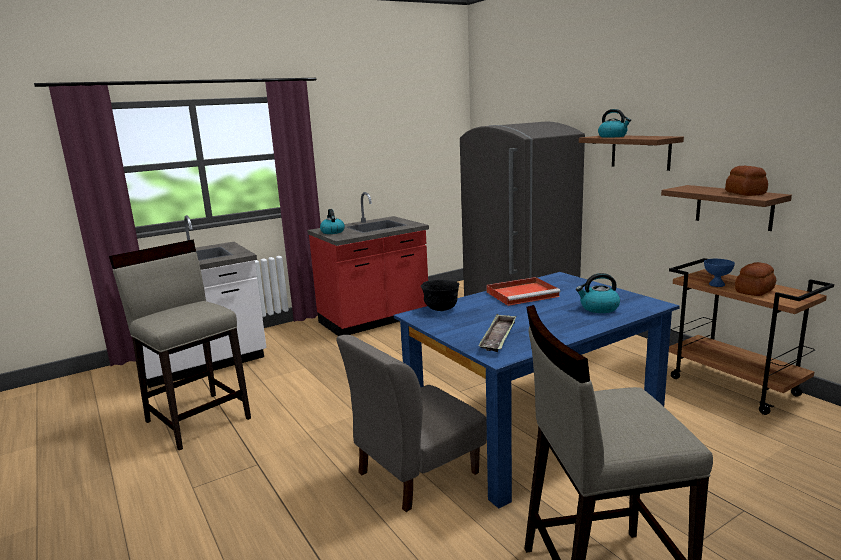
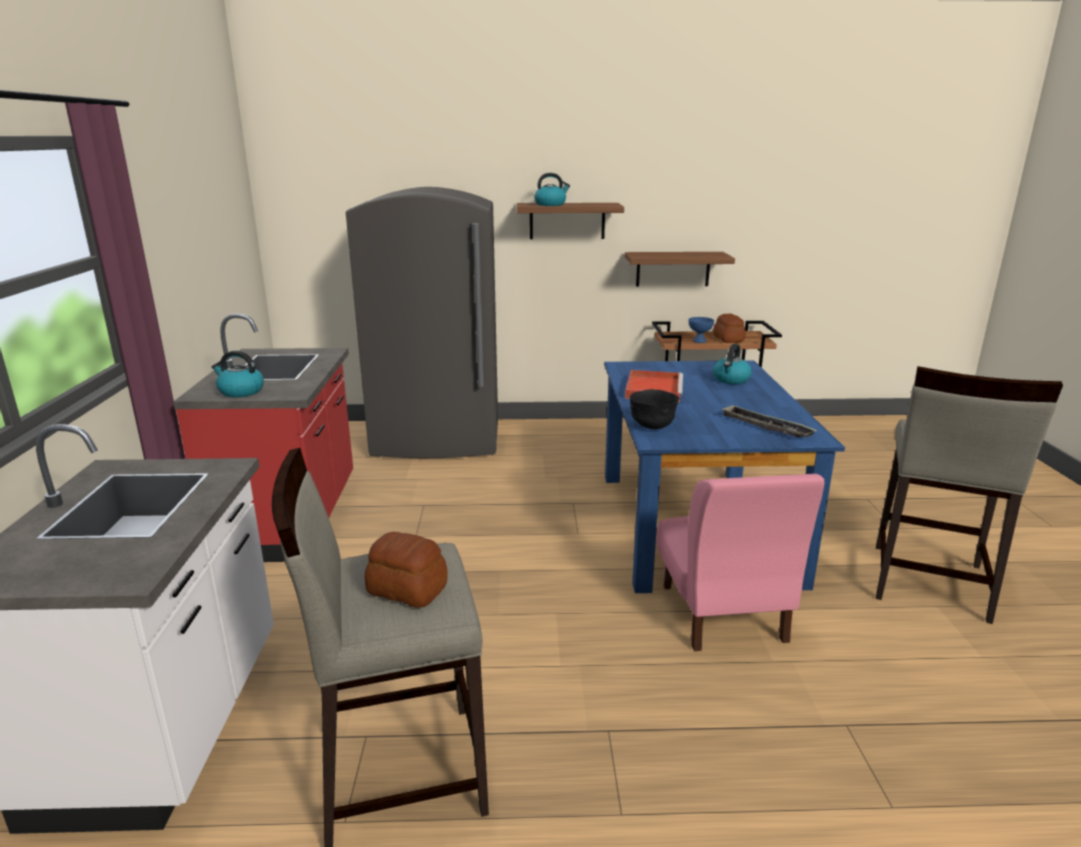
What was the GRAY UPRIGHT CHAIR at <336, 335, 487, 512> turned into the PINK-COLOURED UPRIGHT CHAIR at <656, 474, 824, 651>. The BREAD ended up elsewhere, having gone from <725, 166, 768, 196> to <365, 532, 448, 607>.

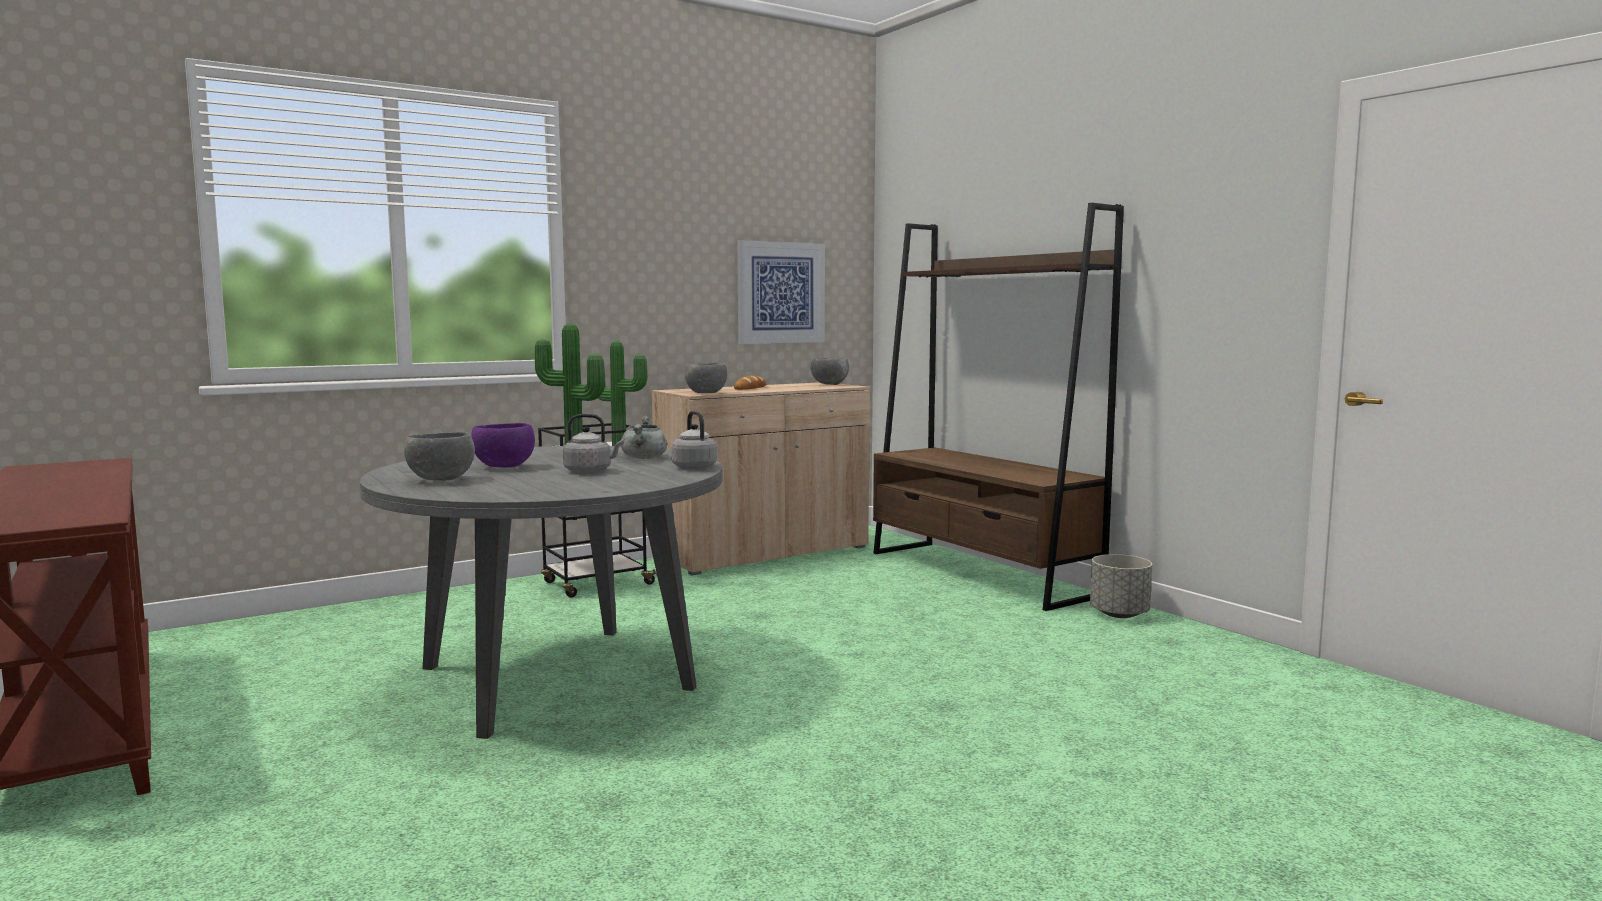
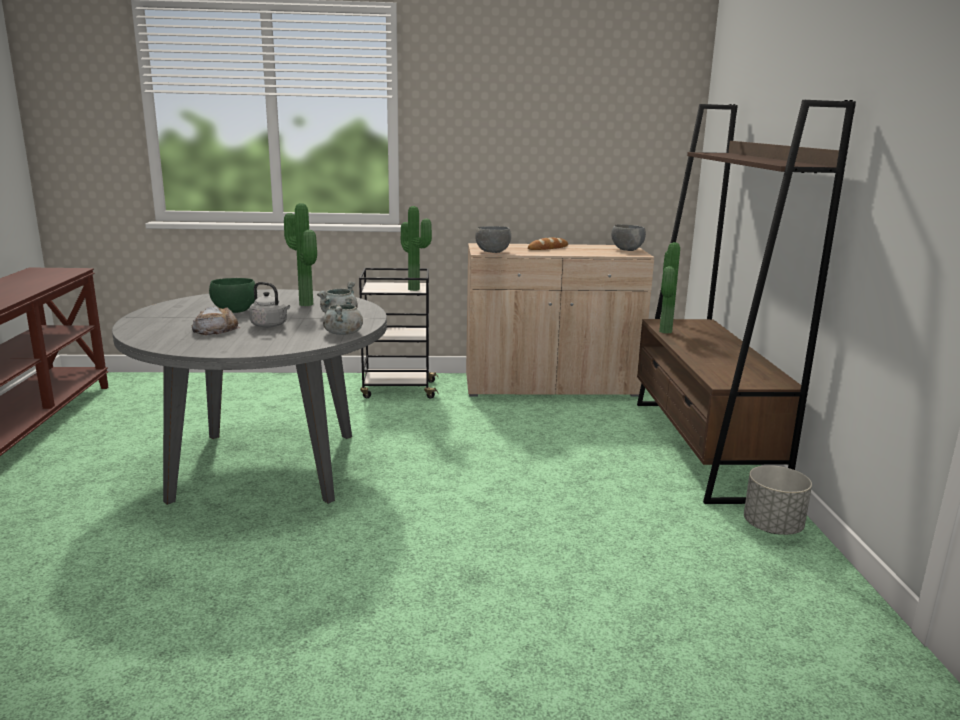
The second view lost the GRAY BOWL at <404, 432, 475, 480>. What was the PURPLISH BOWL at <471, 423, 535, 467> turned into the GREEN-COLOURED BOWL at <209, 278, 255, 313>. Where the GRAY KETTLE stood at <671, 411, 717, 469>, the GRAY SAUCEPOT came to stand at <323, 296, 363, 335>. The second view lost the WALL PICTURE at <737, 240, 825, 344>. The second view gained the BREAD at <191, 306, 240, 335>. The second view gained the PLANT IN A POT at <659, 242, 680, 334>.

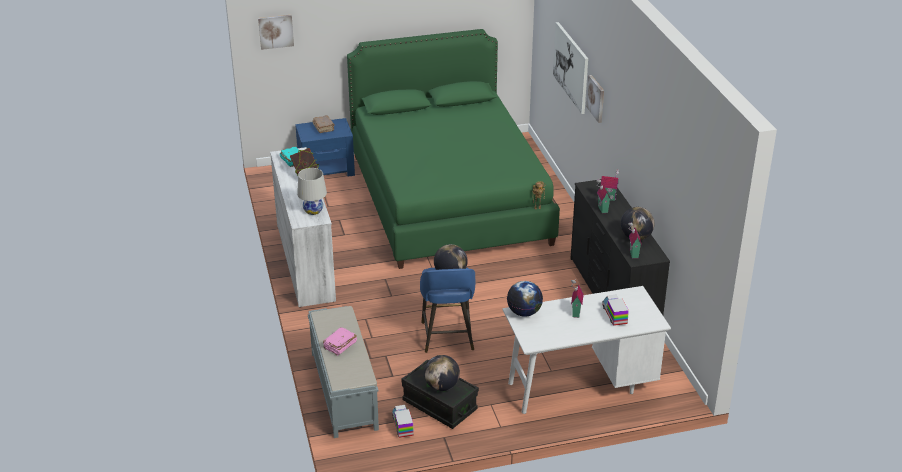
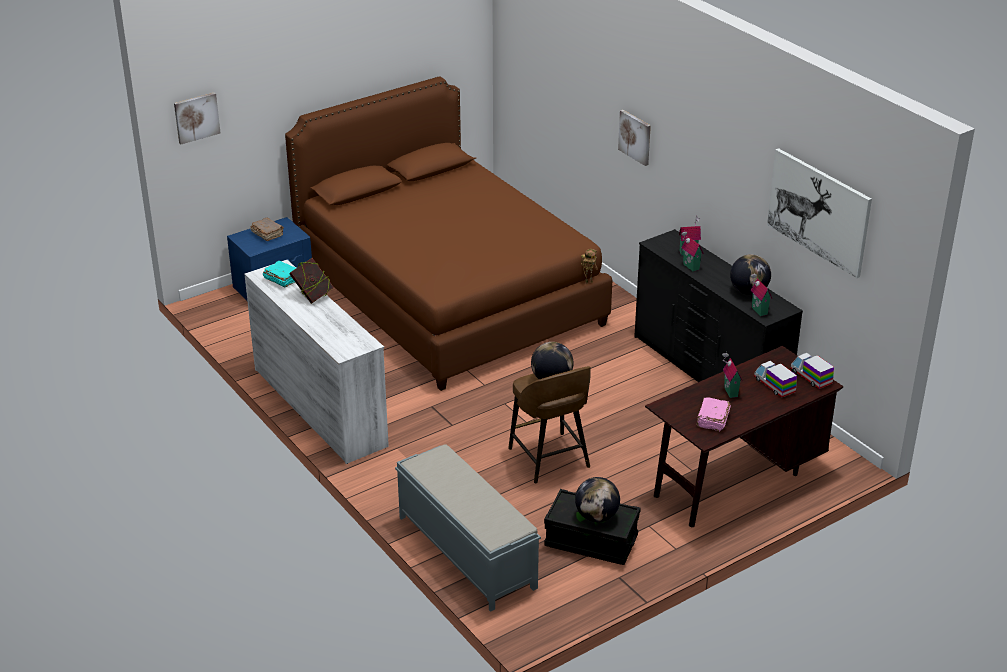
The second view lost the WHITISH LAMP FOR A TABLE at <297, 168, 327, 215>. The PINK-COLOURED BOUND BOOK ended up elsewhere, having gone from <323, 327, 357, 356> to <696, 398, 731, 431>. What was the GREEN-COLOURED SLEEPING BED at <347, 29, 560, 269> turned into the BROWN-COLOURED SLEEPING BED at <285, 77, 612, 391>. The TOY LORRY ended up elsewhere, having gone from <392, 405, 414, 438> to <790, 353, 834, 389>. What was the BLUISH SITTING STOOL at <420, 267, 476, 353> turned into the BROWN-COLOURED SITTING STOOL at <508, 366, 591, 484>. What was the WHITISH DESK UNIT at <502, 286, 671, 414> turned into the BROWN-COLOURED DESK UNIT at <645, 346, 843, 527>. The second view lost the DESK GLOBE at <507, 281, 543, 317>. The WALL PICTURE ended up elsewhere, having gone from <553, 22, 588, 114> to <767, 148, 872, 278>.

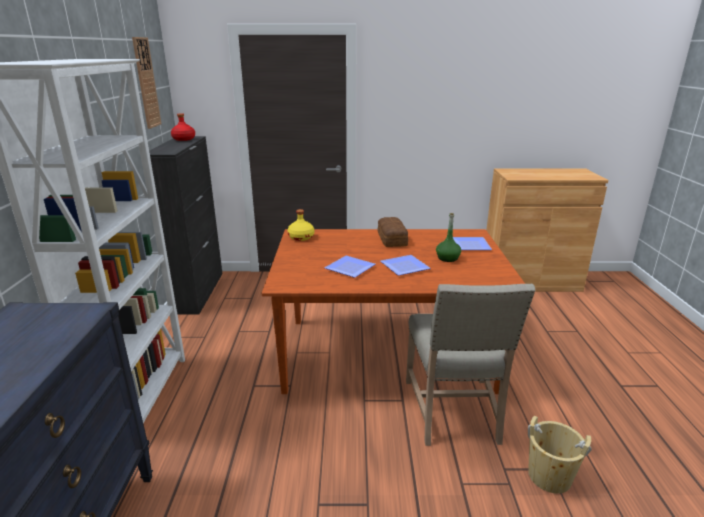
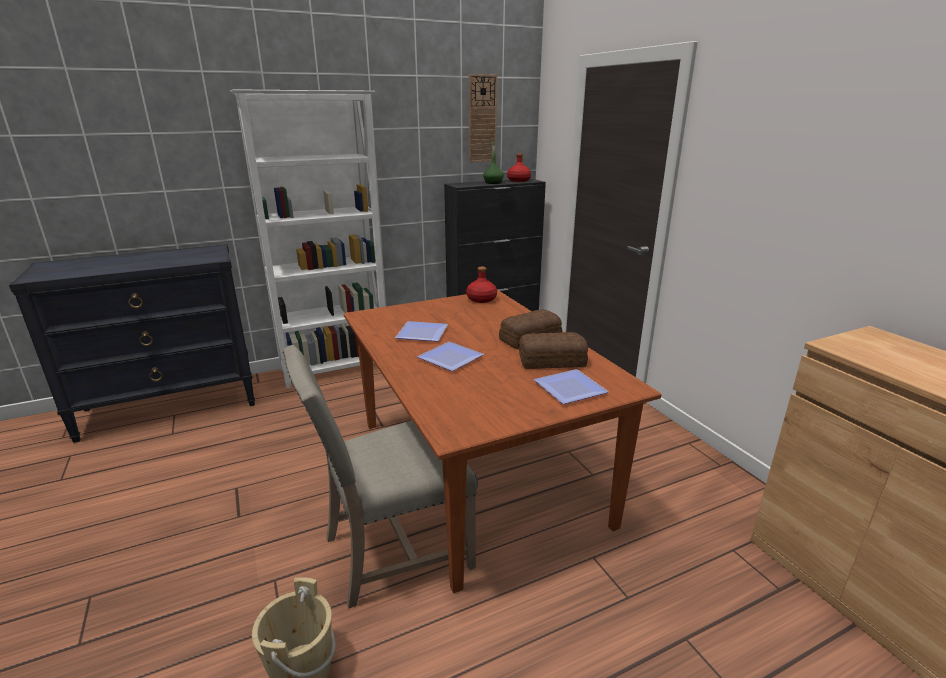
What was the YELLOW-COLOURED DRINK BOTTLE at <288, 209, 314, 241> turned into the RED-COLOURED DRINK BOTTLE at <466, 267, 497, 303>. The GREEN-COLOURED DRINK BOTTLE ended up elsewhere, having gone from <436, 213, 461, 262> to <483, 141, 504, 184>. The second view gained the BREAD at <519, 332, 588, 369>.

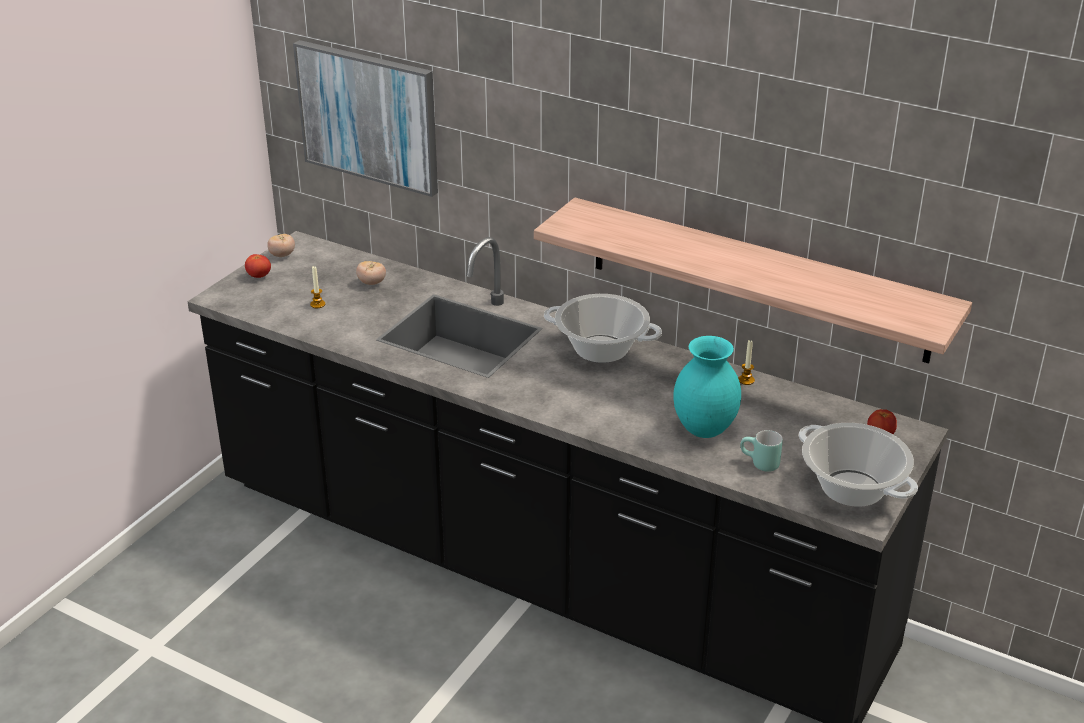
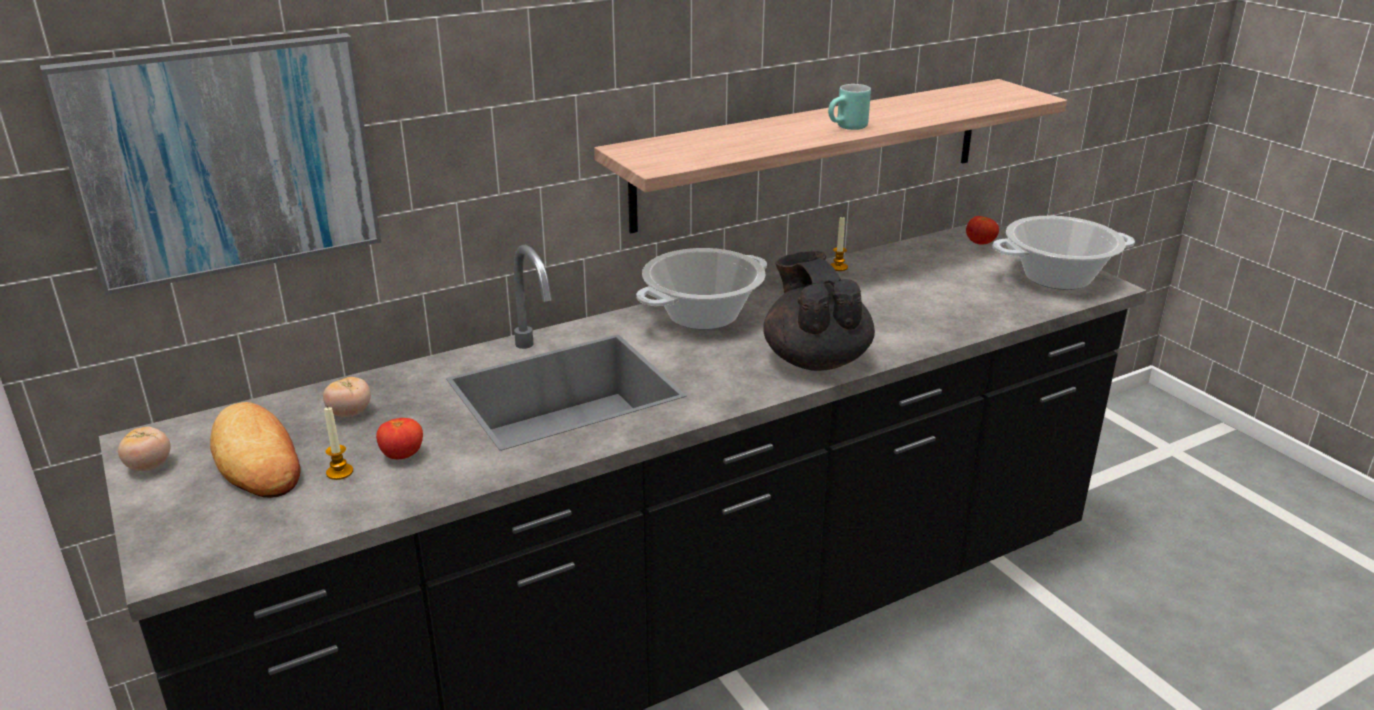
The WHOLE TOMATO ended up elsewhere, having gone from <245, 254, 271, 278> to <376, 418, 423, 459>. The second view lost the BLUE-GREEN FLOWER VASE at <673, 336, 741, 438>. The BLUE-GREEN TEA MUG ended up elsewhere, having gone from <740, 430, 783, 472> to <828, 84, 871, 130>. The second view gained the BREAD at <210, 402, 301, 498>. The second view gained the BLACK-COLOURED TEA POT at <763, 251, 875, 371>.

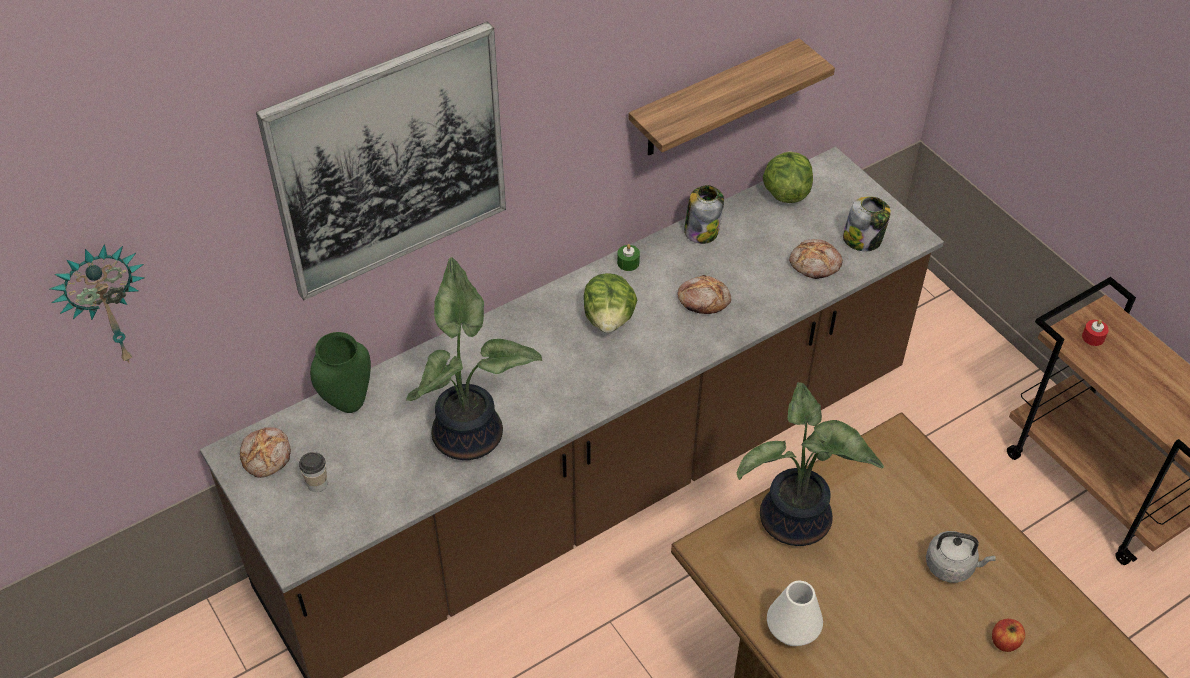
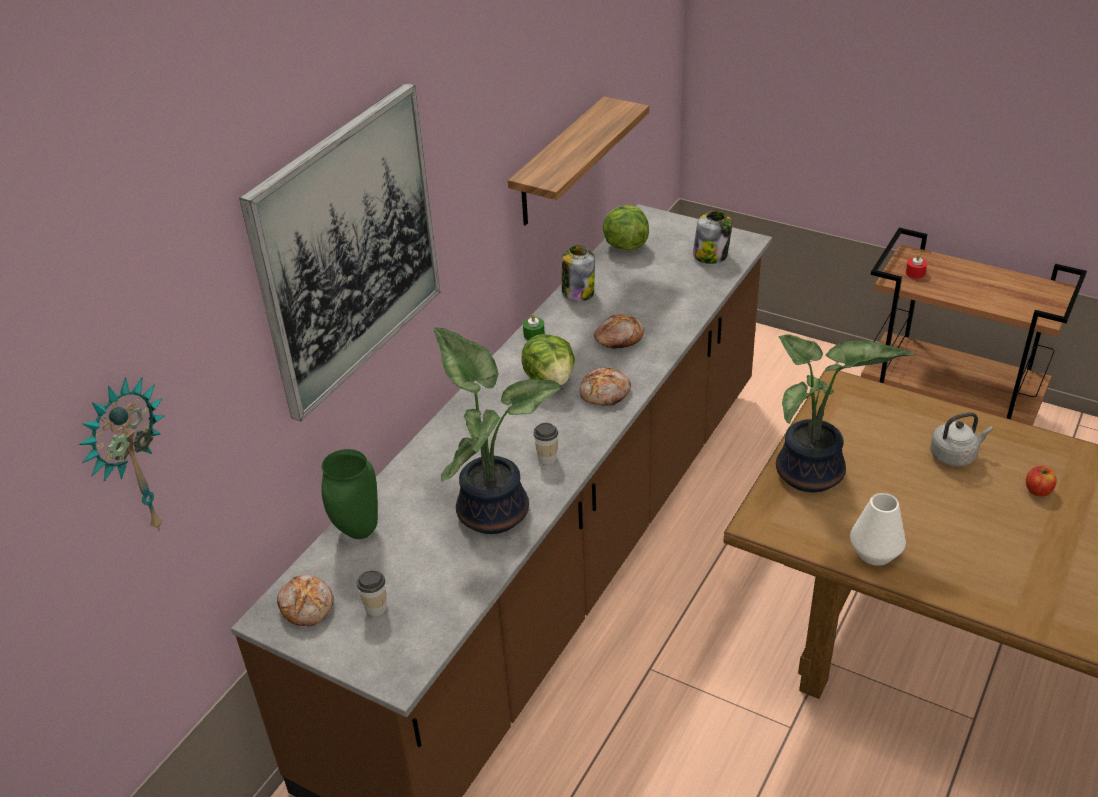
The BREAD ended up elsewhere, having gone from <789, 239, 843, 279> to <580, 368, 631, 406>. The second view gained the DRINKING CUP at <533, 423, 558, 465>.

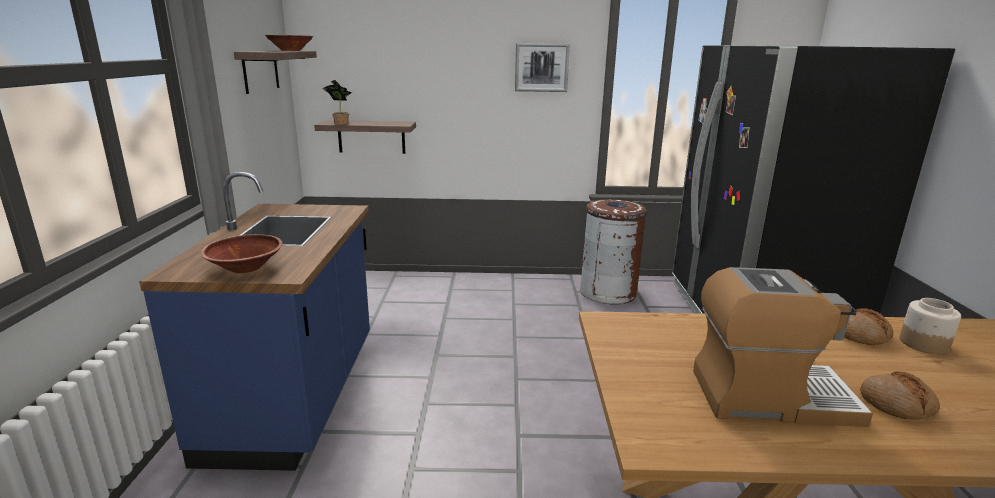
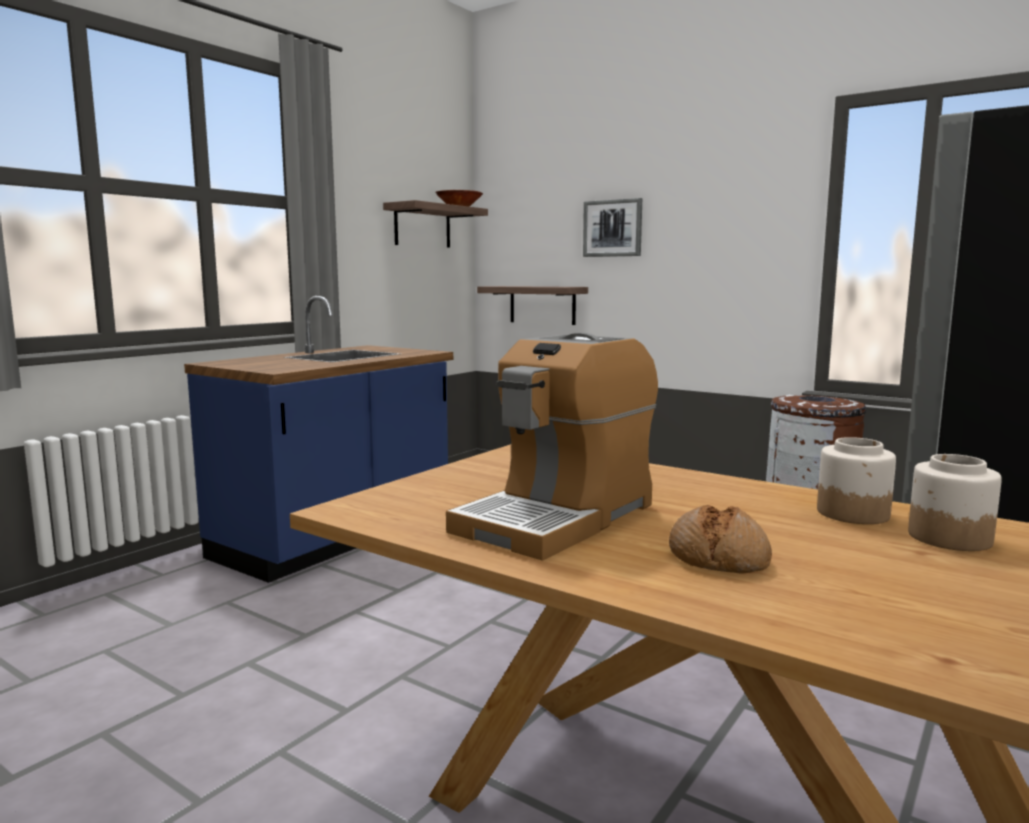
The second view lost the BROWN-COLOURED BOWL at <201, 234, 282, 273>. The second view lost the PLANT IN A POT at <322, 80, 352, 125>. The WALL PICTURE ended up elsewhere, having gone from <515, 43, 570, 92> to <583, 198, 642, 257>. The COFFEE MAKER at <693, 267, 873, 427> ended up facing another way, 90 degrees clockwise from before. Where the BREAD stood at <844, 308, 894, 345>, the STORAGE JAR came to stand at <817, 437, 896, 524>.

